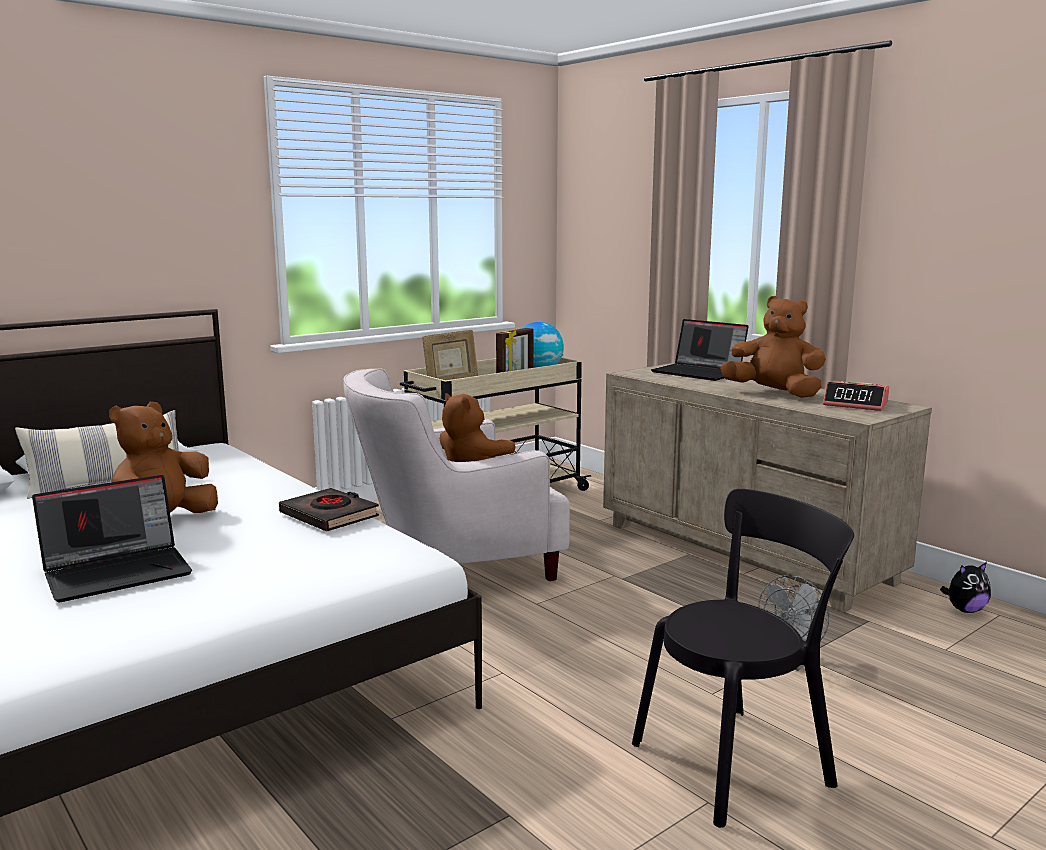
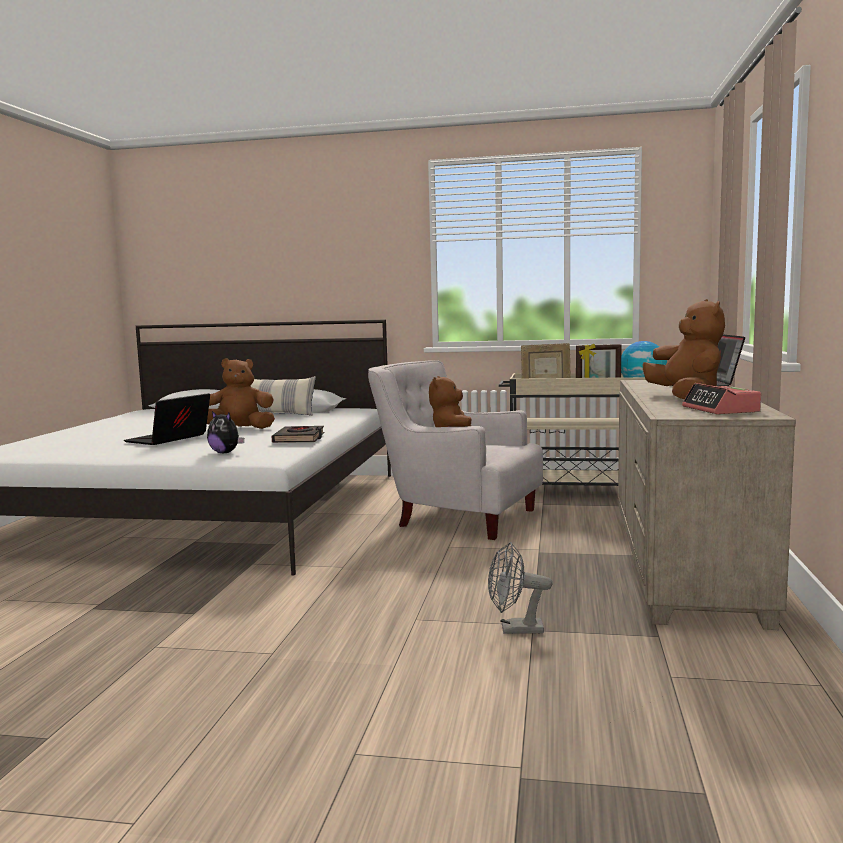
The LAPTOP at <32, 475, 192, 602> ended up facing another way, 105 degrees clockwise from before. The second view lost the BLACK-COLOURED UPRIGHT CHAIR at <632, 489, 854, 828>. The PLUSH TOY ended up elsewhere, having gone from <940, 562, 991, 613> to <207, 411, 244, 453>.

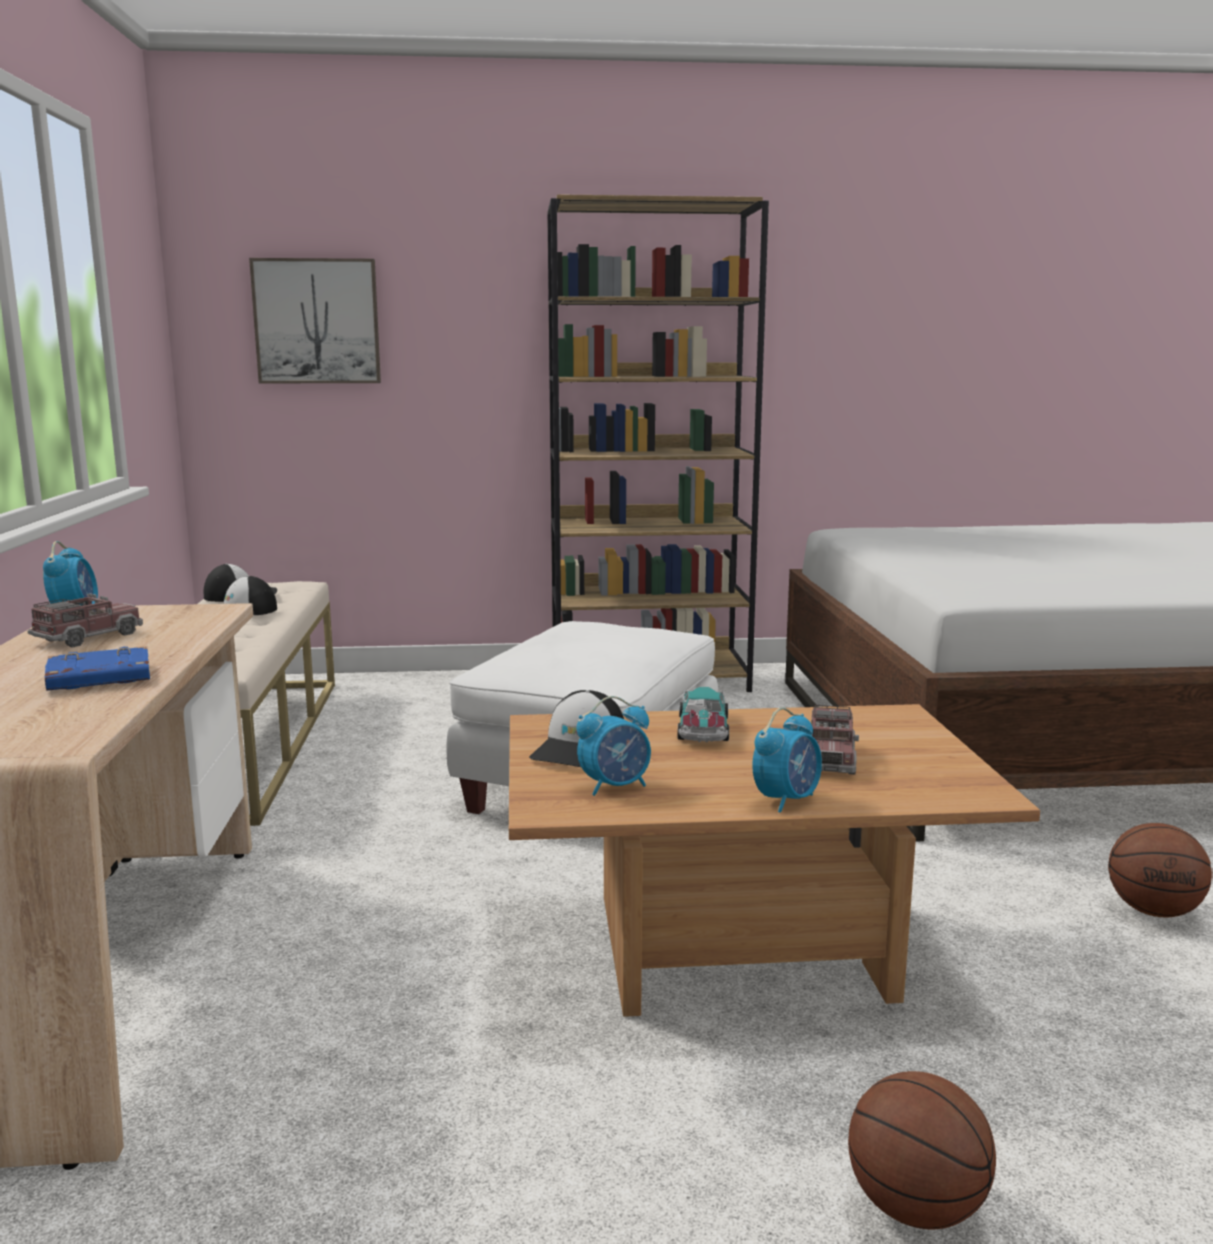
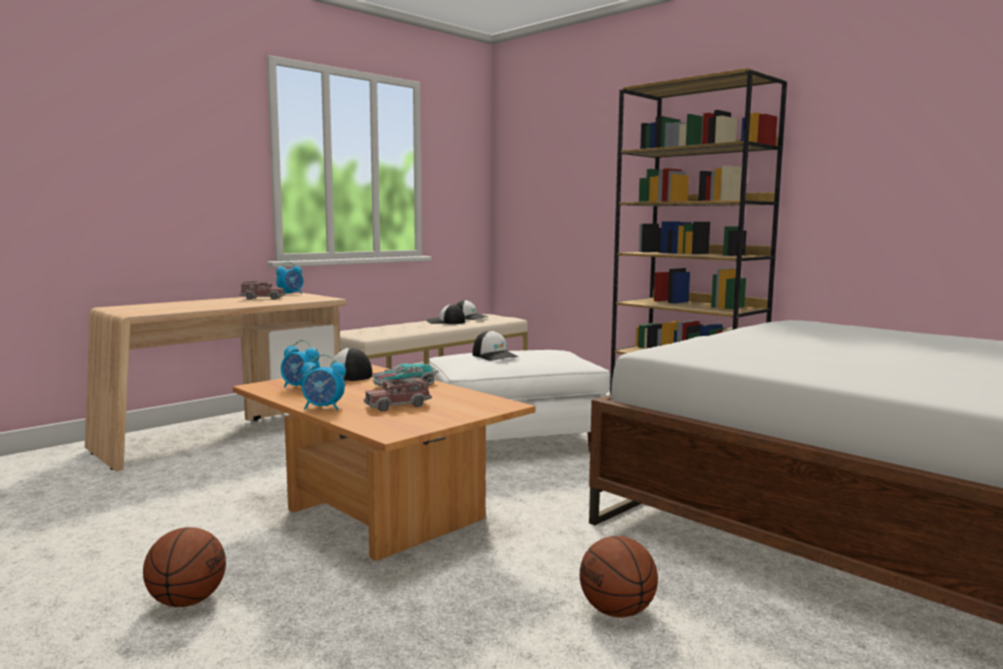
The second view lost the BLUISH BOUND BOOK at <45, 646, 150, 691>. The second view lost the WALL PICTURE at <249, 258, 381, 383>. The second view gained the BASEBALL CAP at <472, 330, 519, 361>.

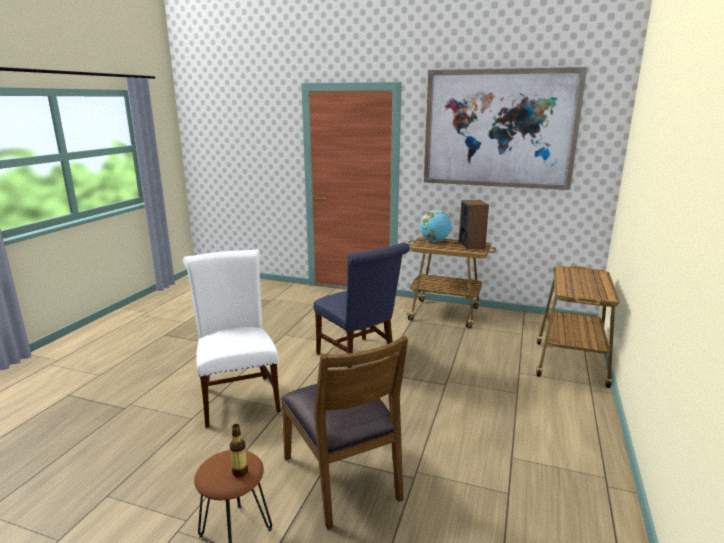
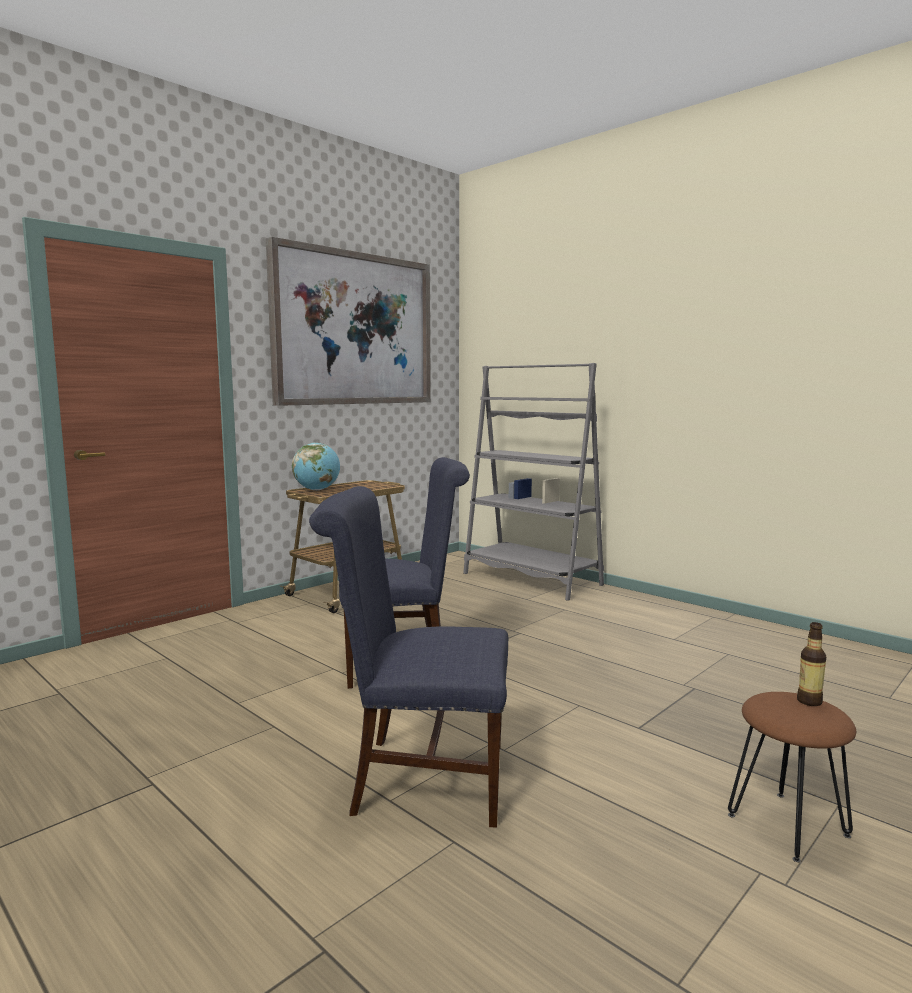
What was the WHITISH UPRIGHT CHAIR at <183, 250, 281, 427> turned into the BLUISH UPRIGHT CHAIR at <309, 486, 508, 828>. The second view lost the BROWN-COLOURED UPRIGHT CHAIR at <281, 336, 408, 529>. The second view lost the SPEAKER at <459, 200, 489, 249>. Where the CART stood at <536, 266, 620, 388>, the GRAY BOOKCASE came to stand at <463, 363, 604, 601>.

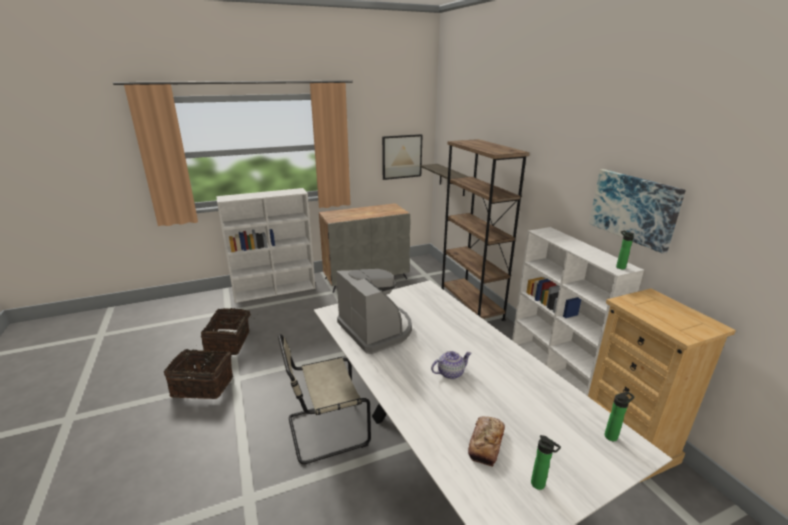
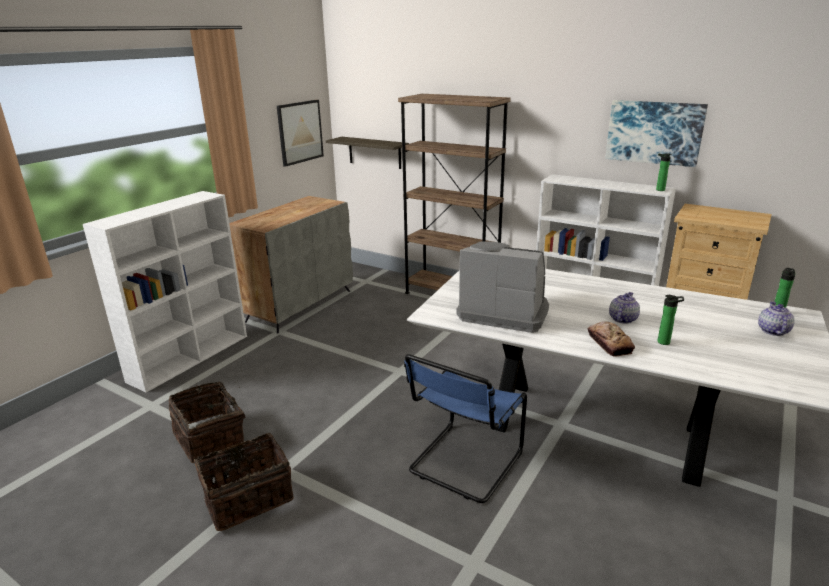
What was the BEIGE-COLOURED UPRIGHT CHAIR at <278, 334, 371, 464> turned into the BLUISH UPRIGHT CHAIR at <404, 354, 527, 503>. The BREAD ended up elsewhere, having gone from <468, 416, 505, 467> to <588, 321, 635, 356>. The DRINK BOTTLE ended up elsewhere, having gone from <531, 435, 561, 490> to <657, 295, 684, 345>. The second view gained the TEA POT at <758, 301, 795, 336>.

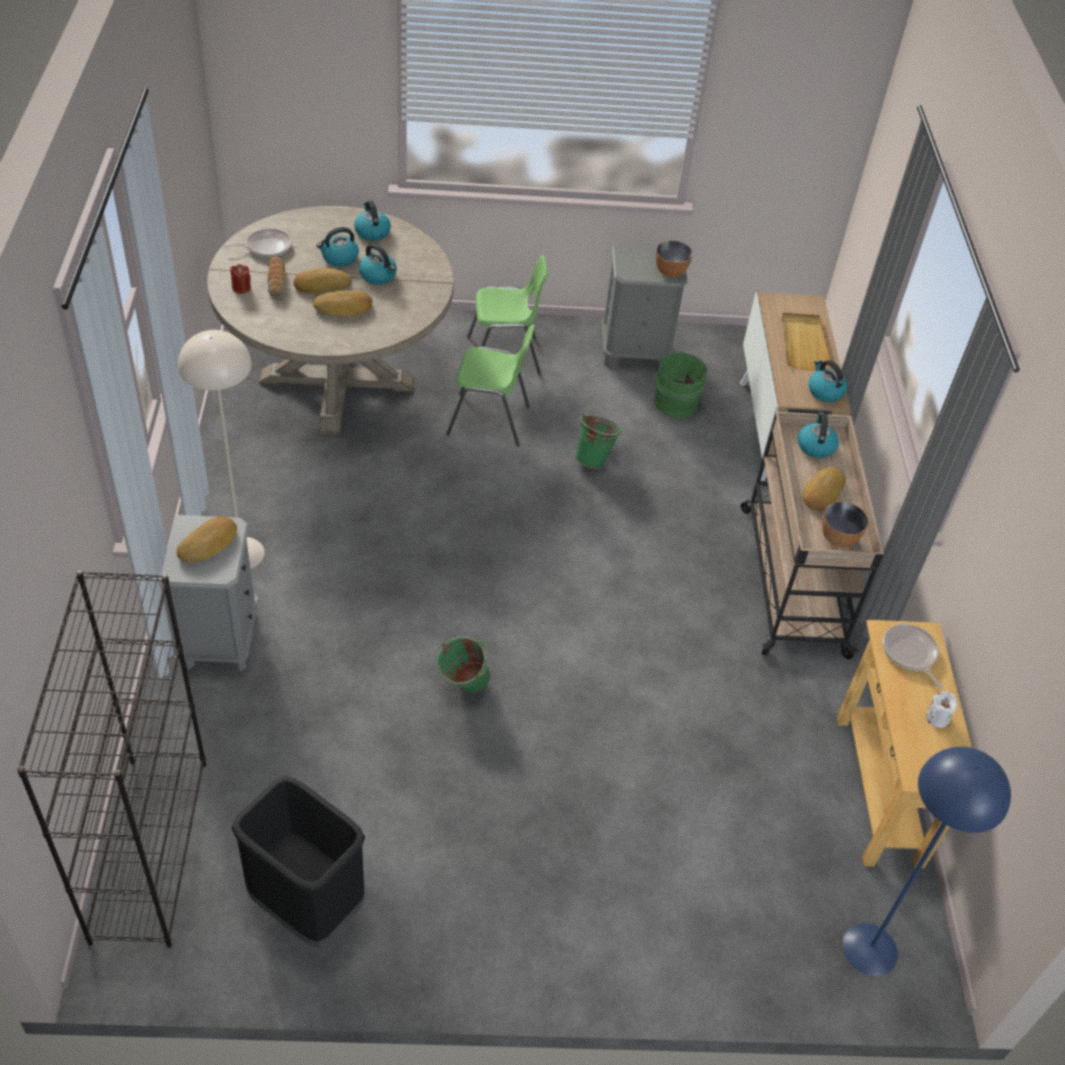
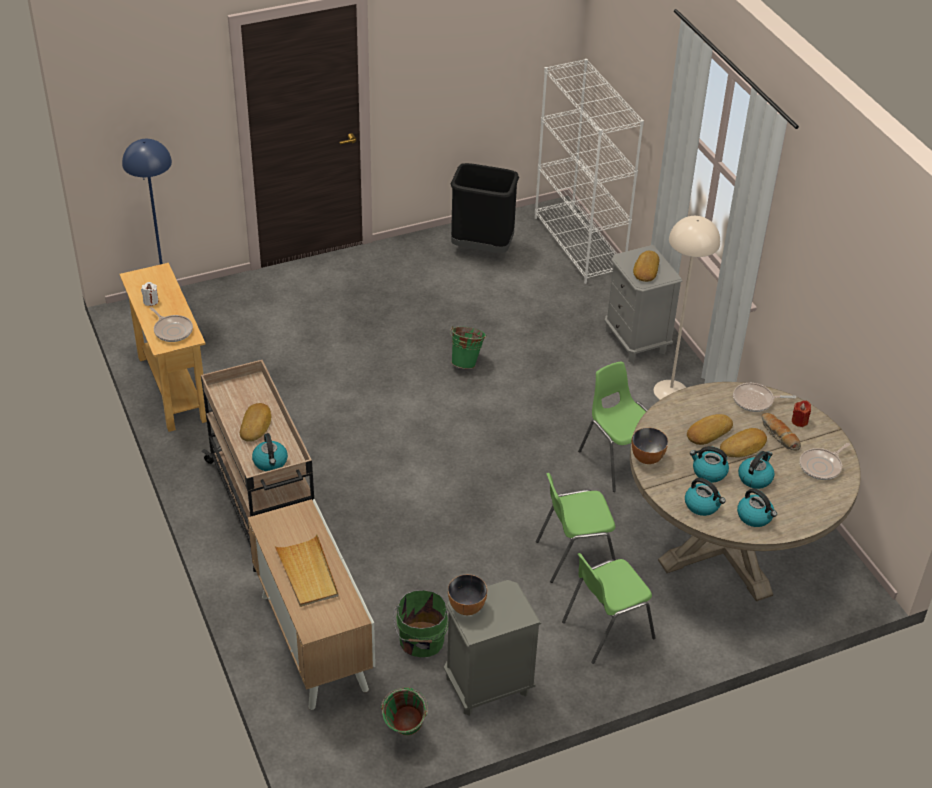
What was the BLACK-COLOURED BOOKCASE at <17, 571, 206, 948> turned into the WHITISH BOOKCASE at <535, 59, 644, 284>. The GREEN-COLOURED WATER BUCKET ended up elsewhere, having gone from <575, 413, 622, 469> to <381, 687, 428, 736>. The KETTLE ended up elsewhere, having gone from <809, 360, 847, 402> to <685, 478, 726, 516>. The BOWL ended up elsewhere, having gone from <822, 502, 868, 547> to <632, 428, 668, 464>. The second view gained the GREEN-COLOURED UPRIGHT CHAIR at <578, 361, 648, 492>. The second view gained the SKILLET at <733, 383, 796, 412>.

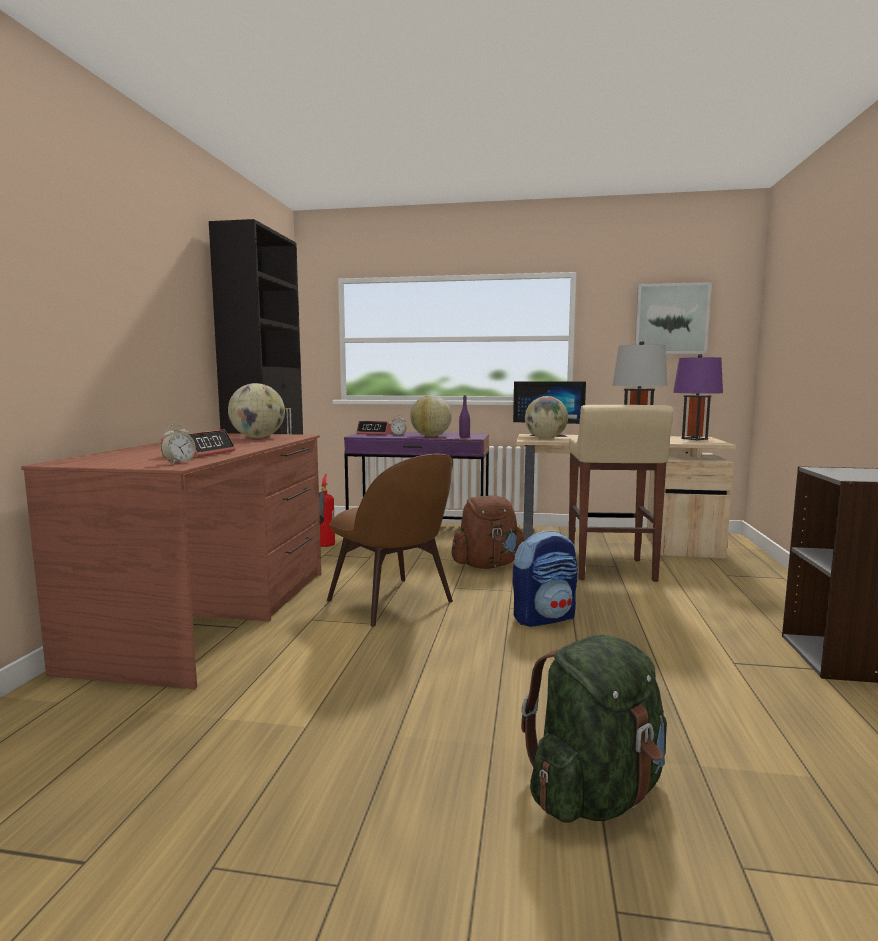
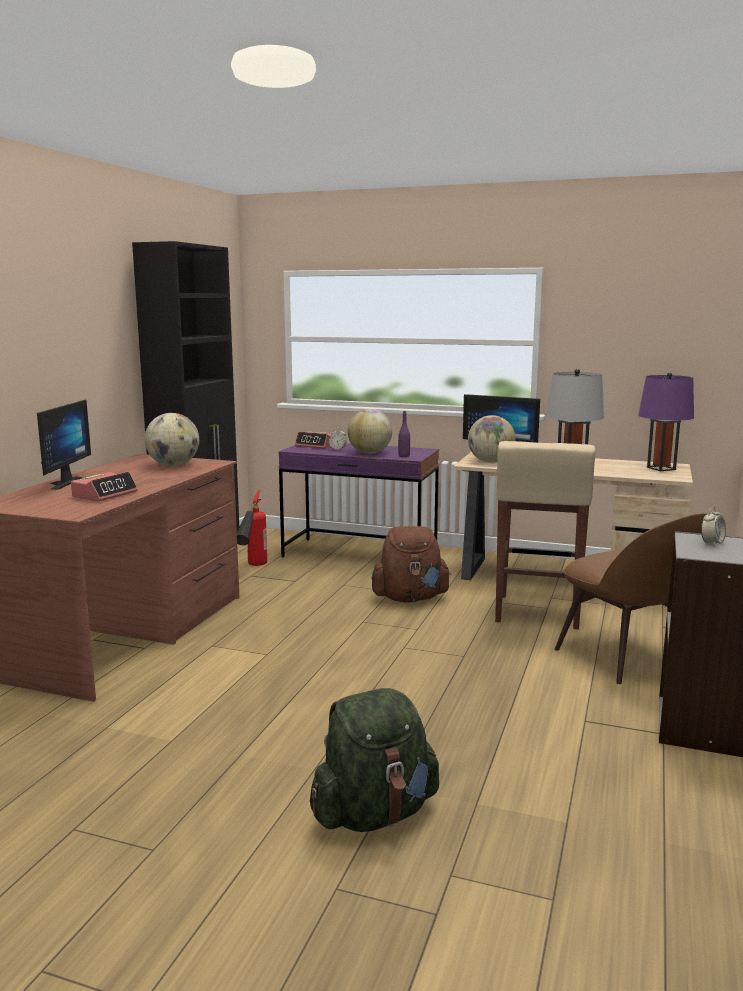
The ALARM CLOCK ended up elsewhere, having gone from <161, 424, 196, 464> to <701, 507, 726, 546>. The BROWN-COLOURED UPRIGHT CHAIR ended up elsewhere, having gone from <327, 454, 453, 627> to <554, 513, 709, 684>. The second view lost the KNAPSACK at <513, 530, 578, 627>. The second view lost the WALL PICTURE at <635, 282, 712, 354>. The second view gained the COMPUTER SCREEN at <37, 399, 91, 490>.

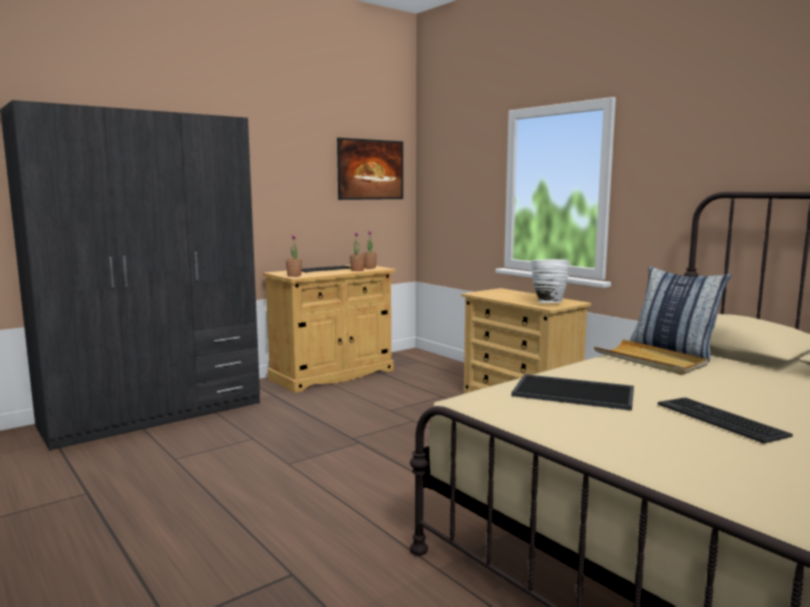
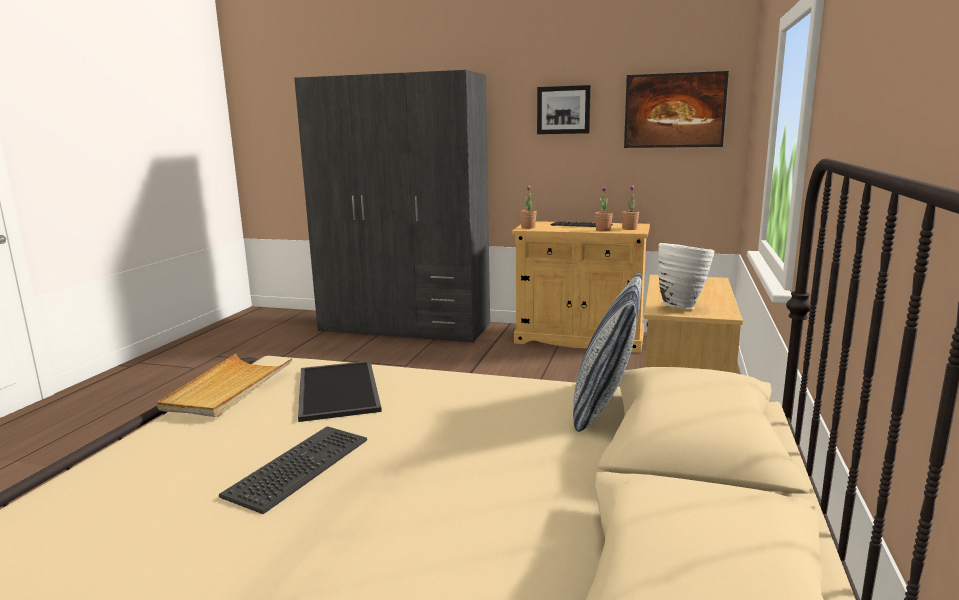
The BEIGE-COLOURED CARRYING TRAY ended up elsewhere, having gone from <594, 339, 708, 375> to <157, 354, 293, 417>. The second view gained the WALL PICTURE at <537, 85, 591, 134>.

